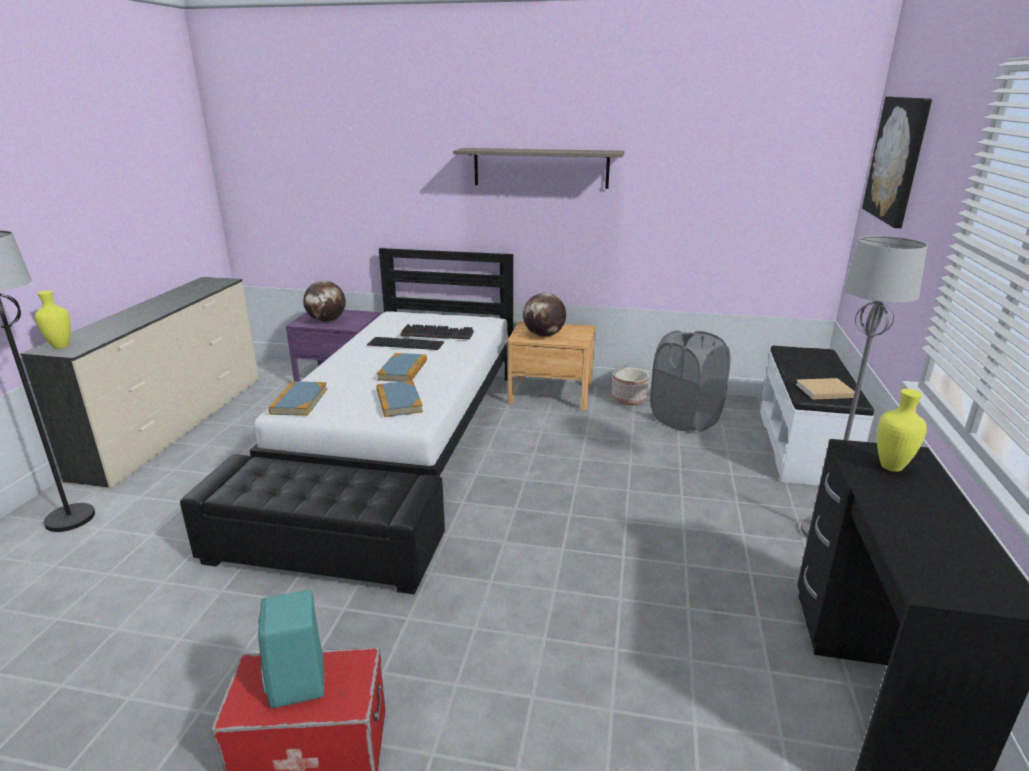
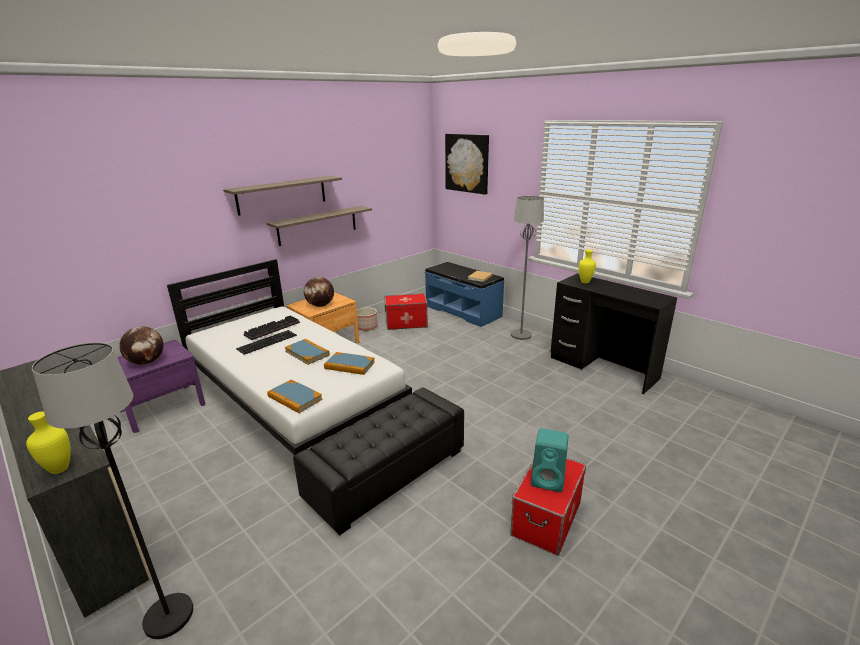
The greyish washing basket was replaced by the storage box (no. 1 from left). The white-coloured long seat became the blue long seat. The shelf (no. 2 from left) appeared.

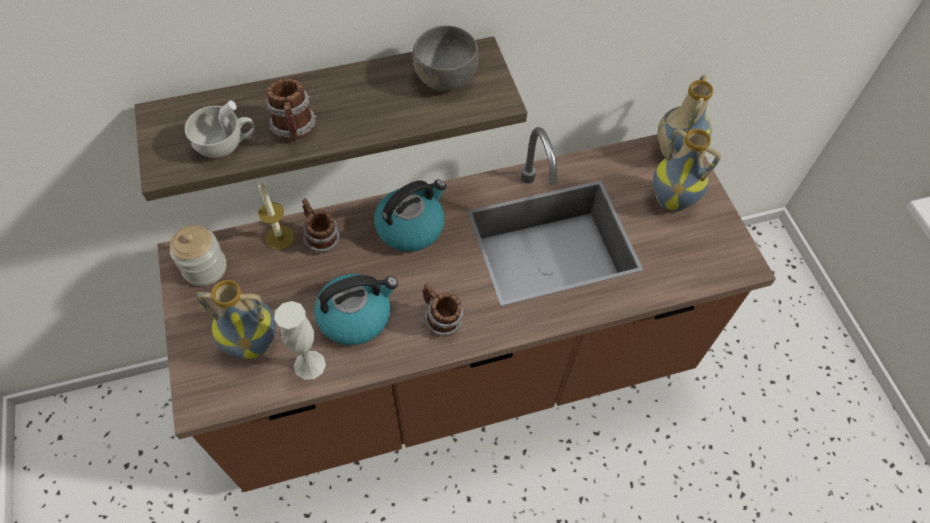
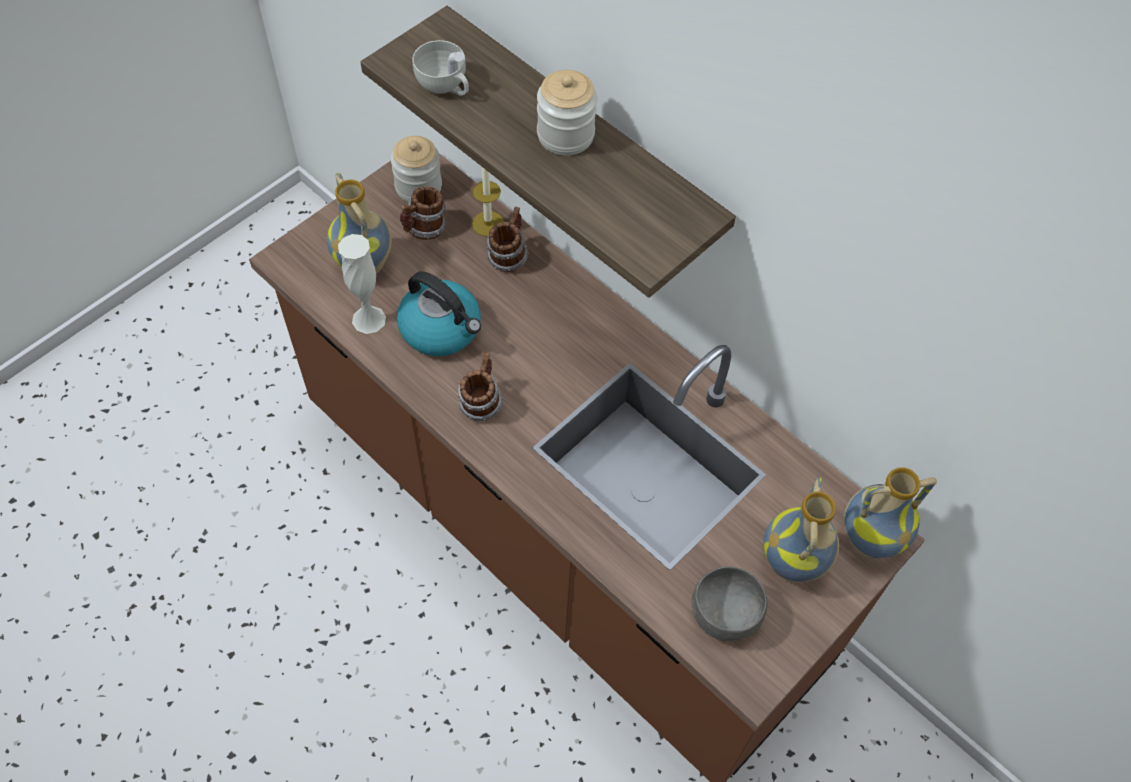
The greyish deep dish moved. The coffee mug (no. 1 from left) moved. The tea kettle (no. 2 from left) disappeared. The storage jar (no. 2 from left) appeared.

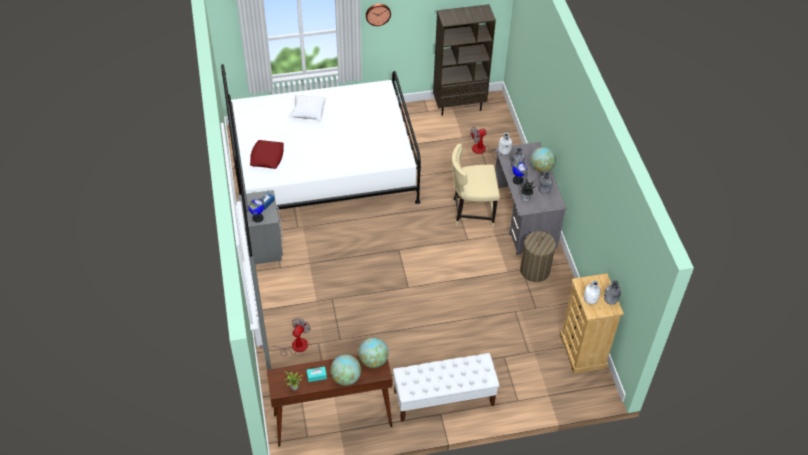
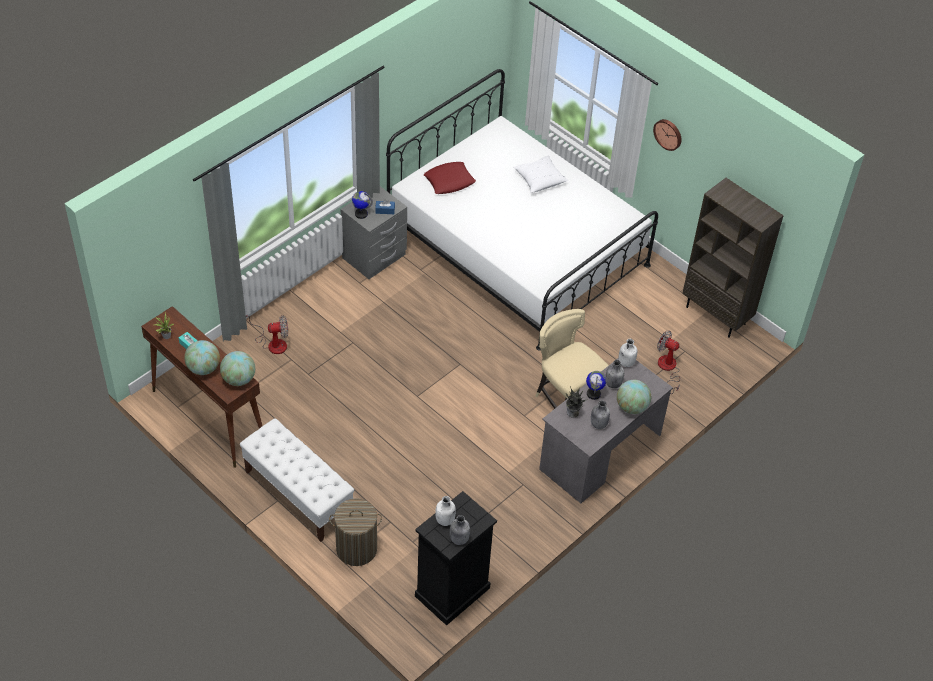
The washing basket moved. The beige-coloured chest of drawers became the black-coloured chest of drawers.

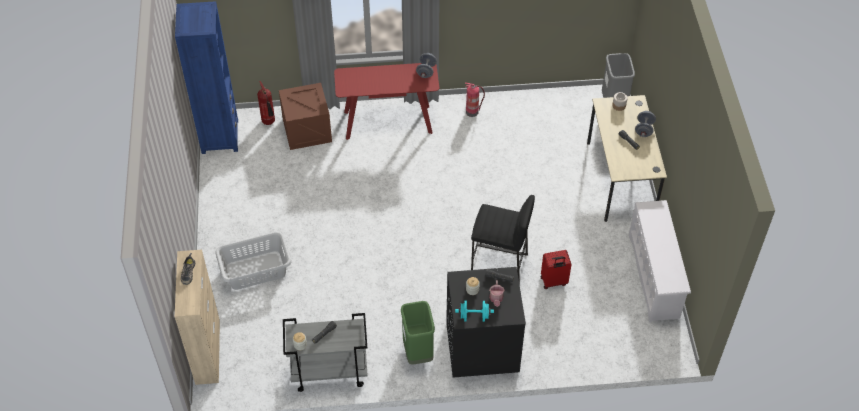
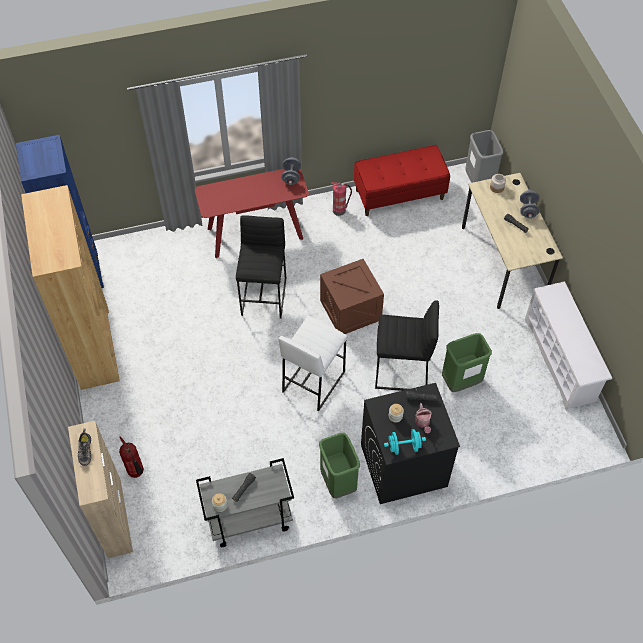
The extinguisher (no. 1 from left) moved. The packing crate moved. The greyish washing basket disappeared. The red piece of luggage was replaced by the greenish waste bin (no. 2 from left). The red long seat appeared. The brownish shelving unit appeared. The black-coloured sitting stool (no. 1 from left) appeared. The white-coloured sitting stool appeared.

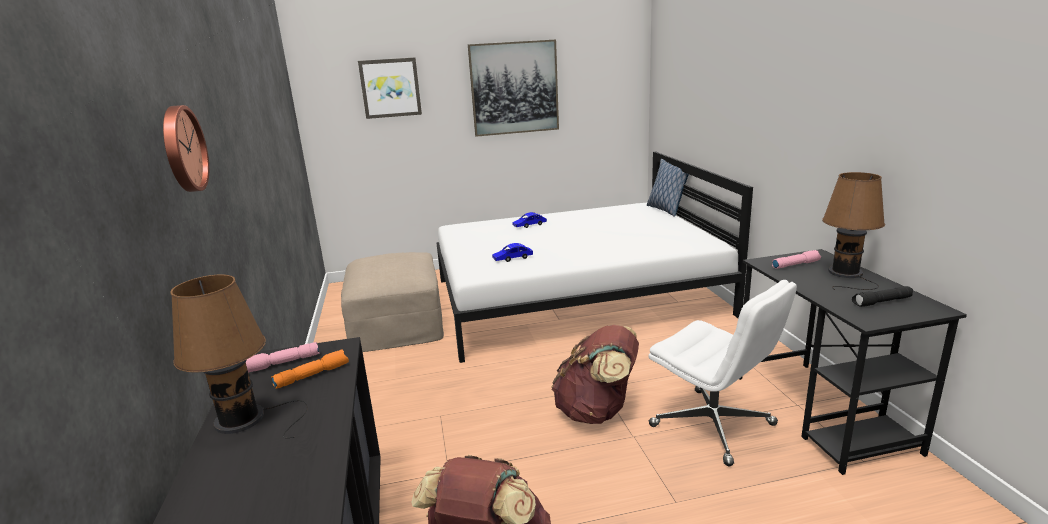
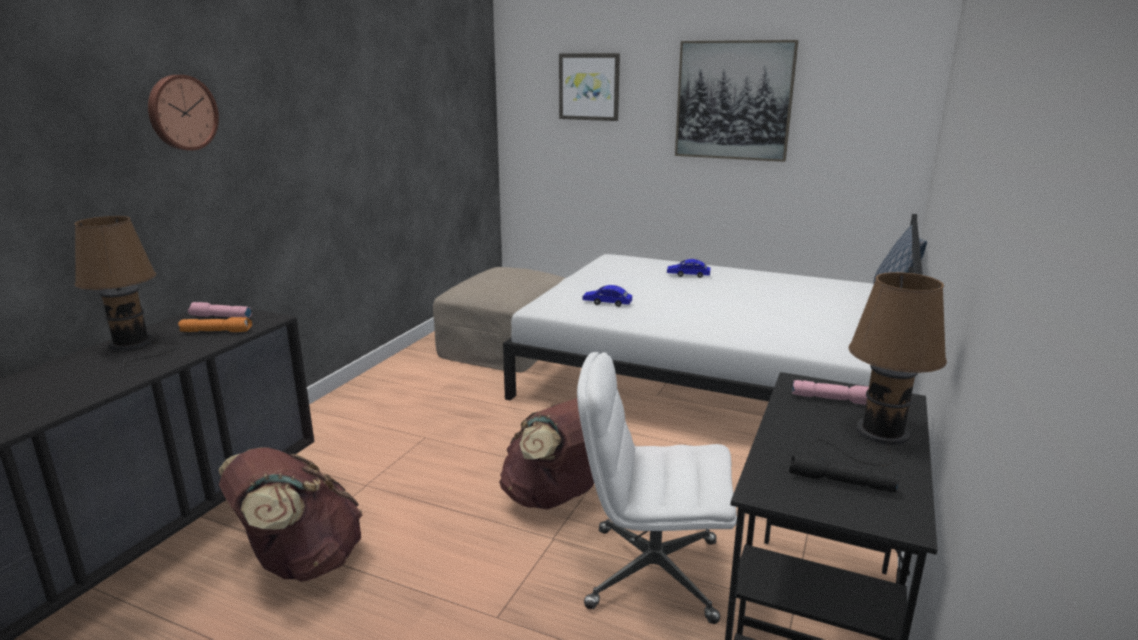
The white-coloured office chair turned 105 degrees clockwise.

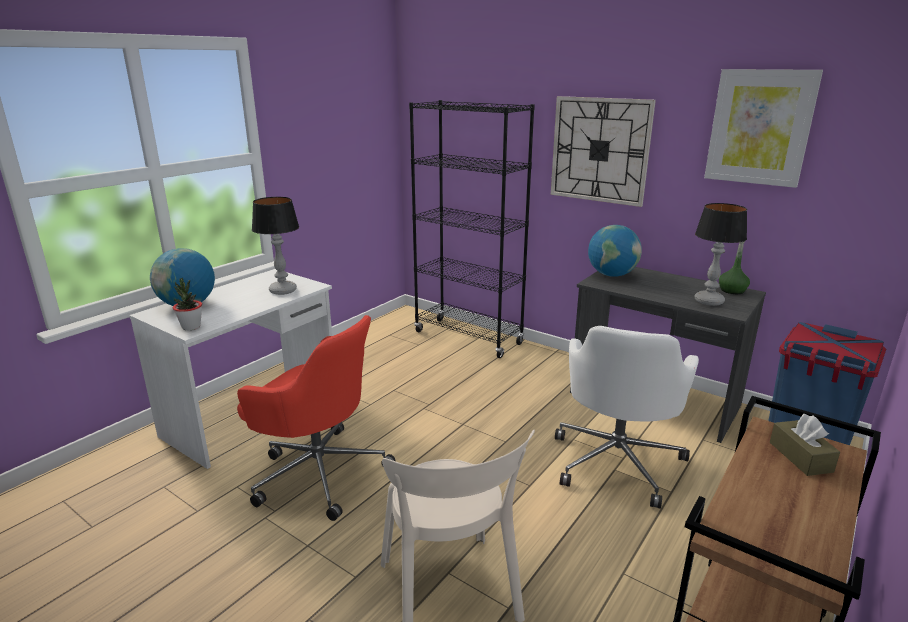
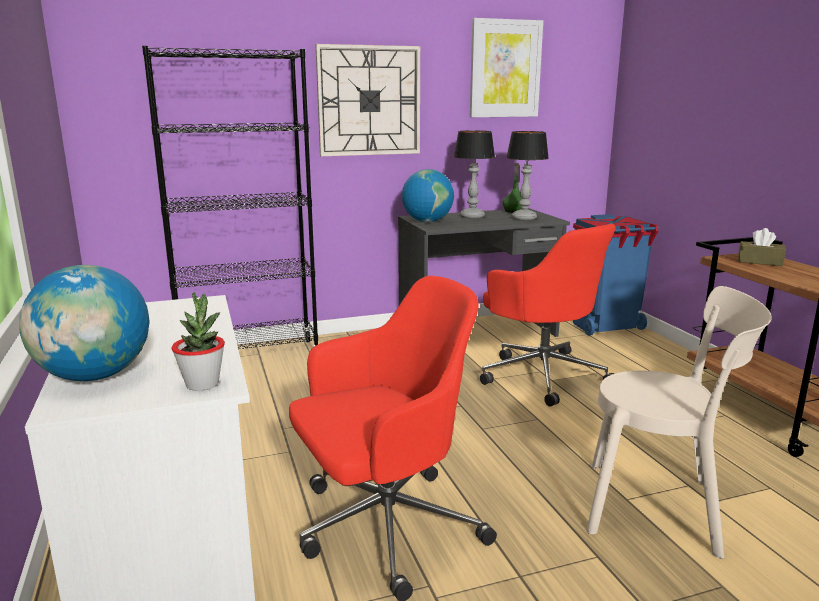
The table lamp (no. 1 from left) moved. The white-coloured office chair became the red office chair (no. 2 from left).

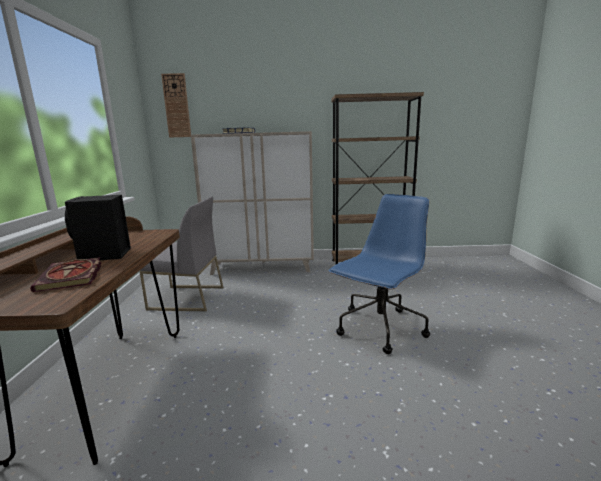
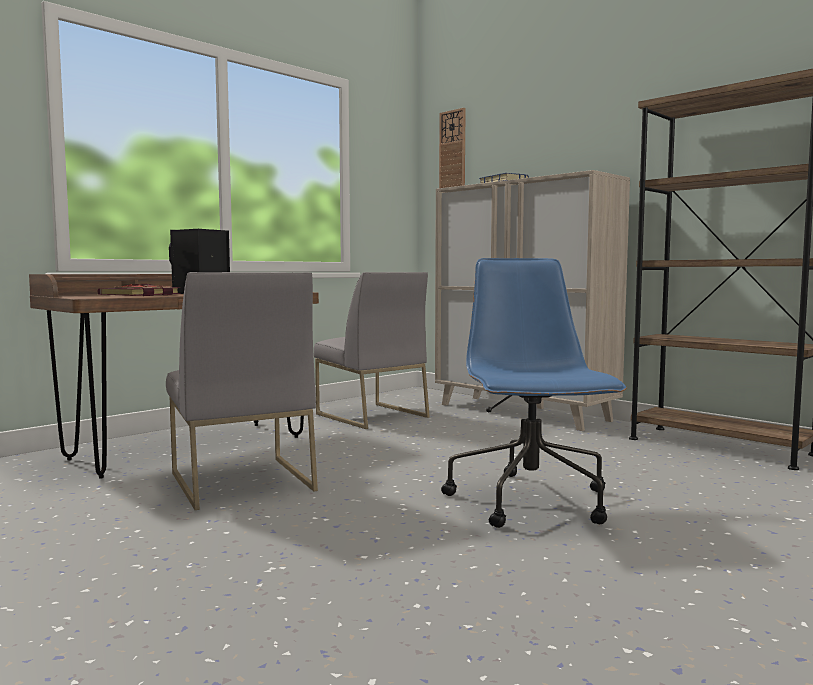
The blue office chair turned 90 degrees counterclockwise. The greyish upright chair (no. 1 from left) appeared.

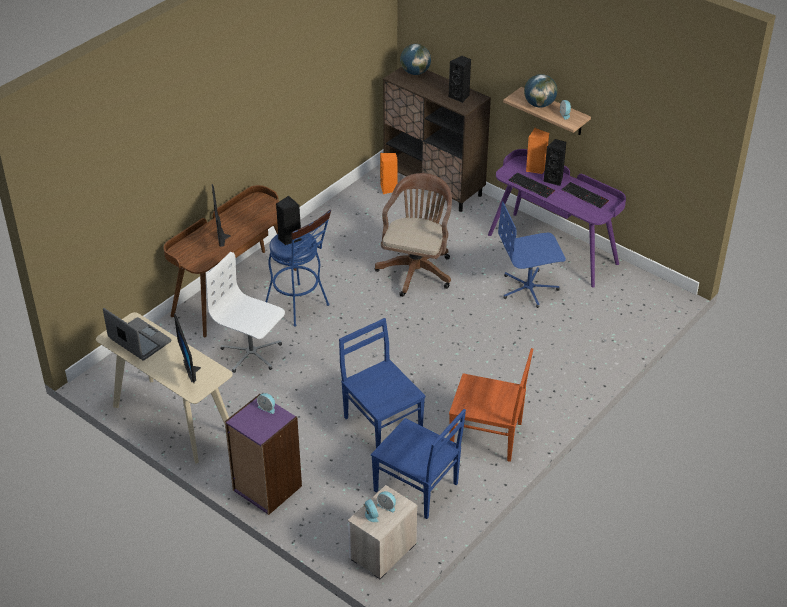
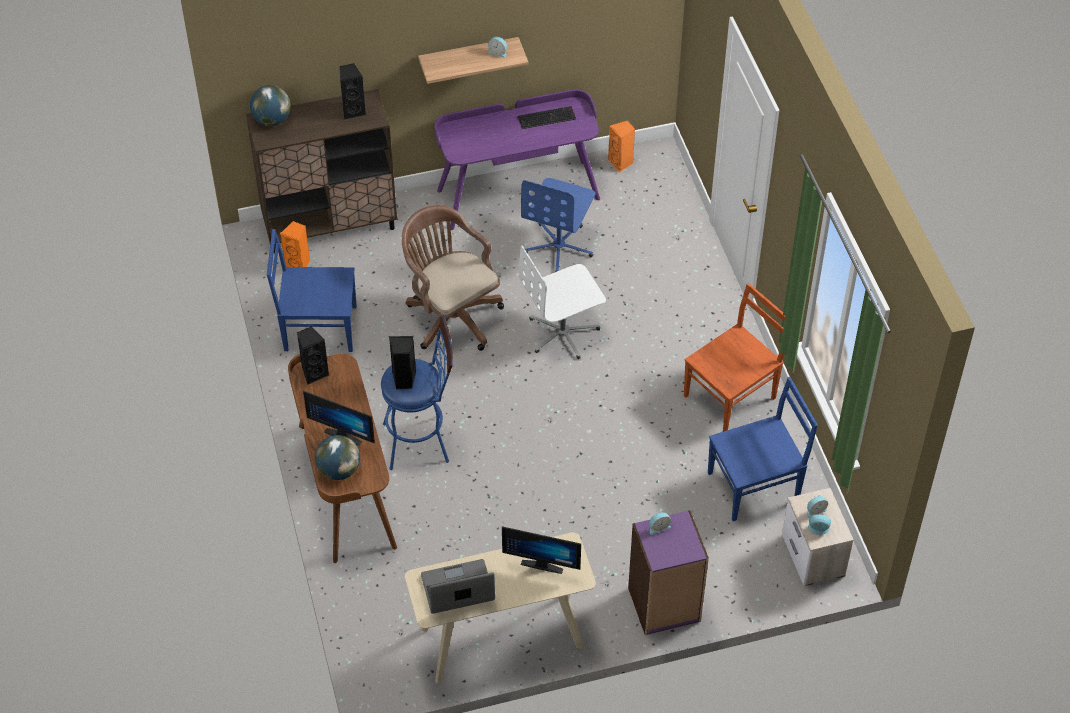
The globe (no. 2 from left) moved. The orangey loudspeaker (no. 2 from left) moved. The black-coloured loudspeaker (no. 3 from left in the first image) moved. The computer keyboard (no. 1 from left) disappeared. The white-coloured office chair moved. The blue upright chair (no. 1 from left) moved.

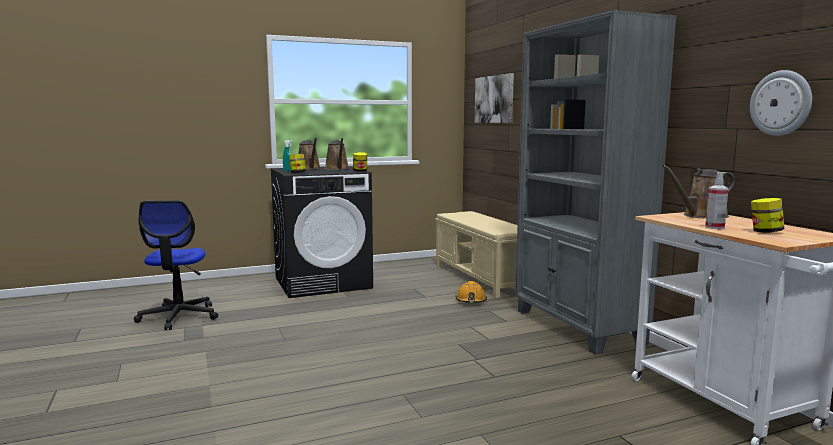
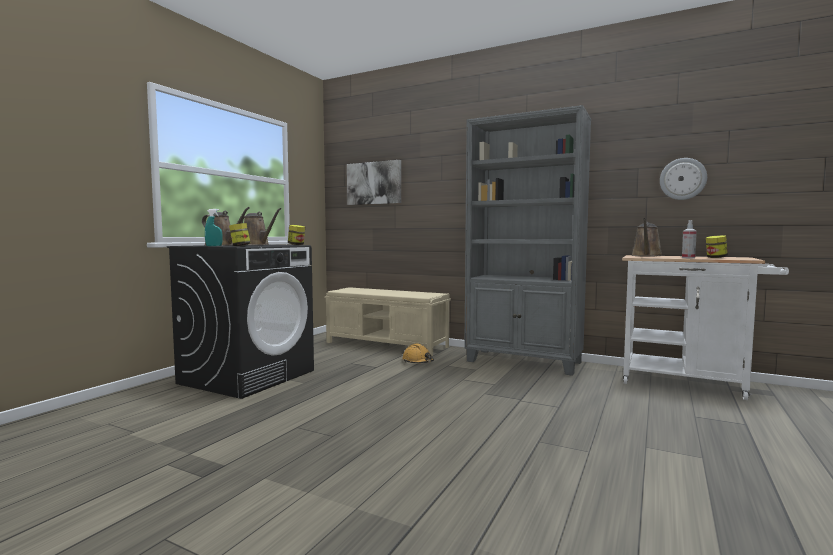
The office chair disappeared.

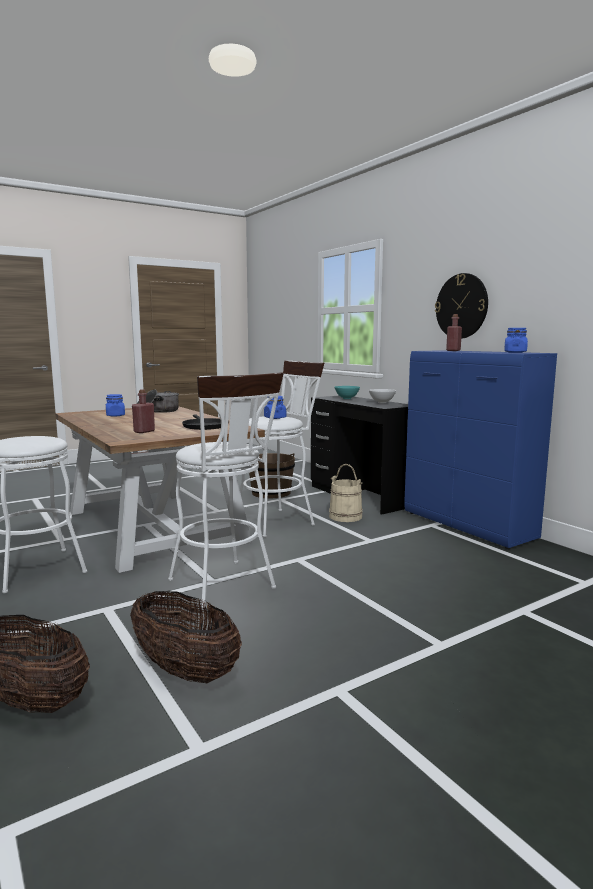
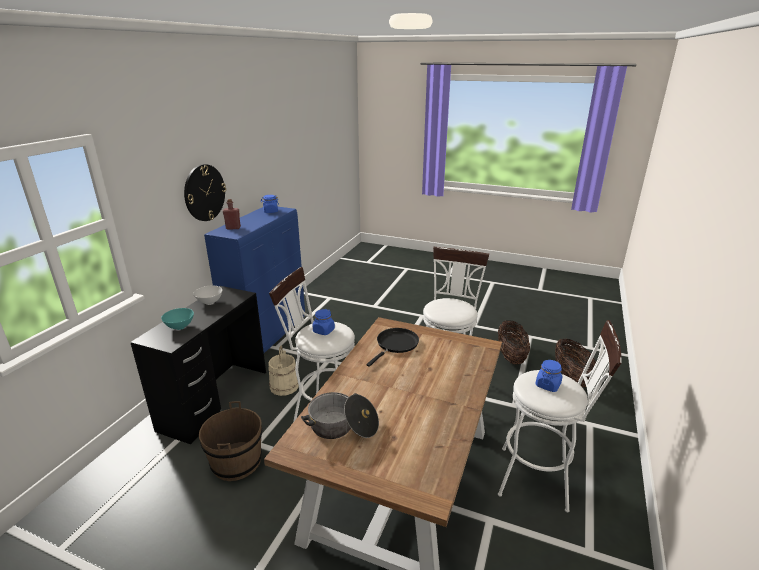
The red drink bottle (no. 1 from left) disappeared. The blue storage jar (no. 1 from left in the first image) moved.

